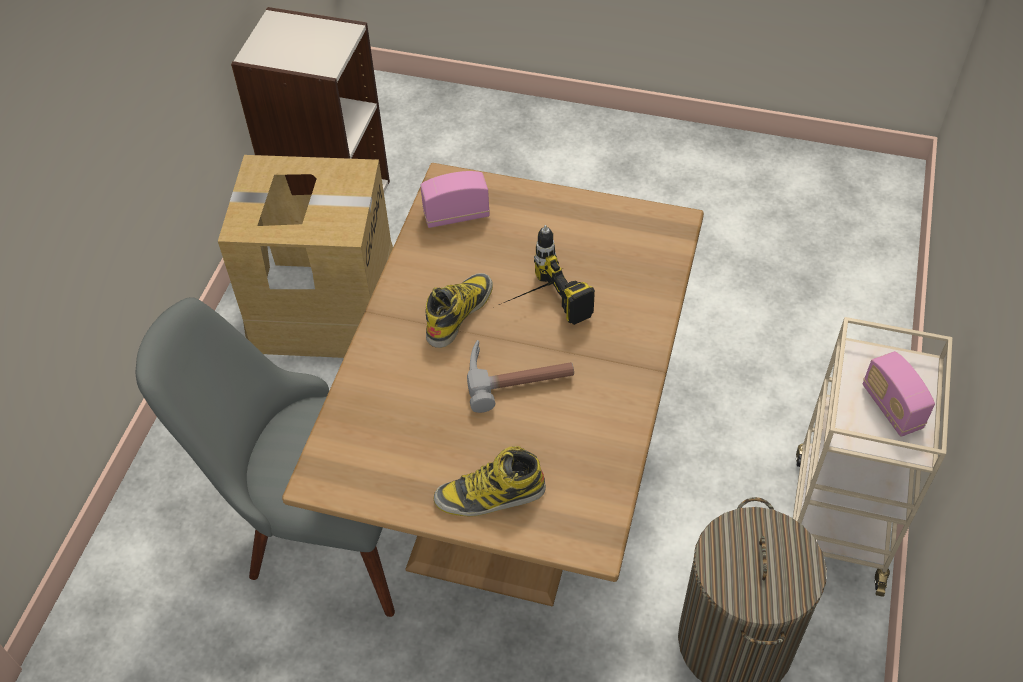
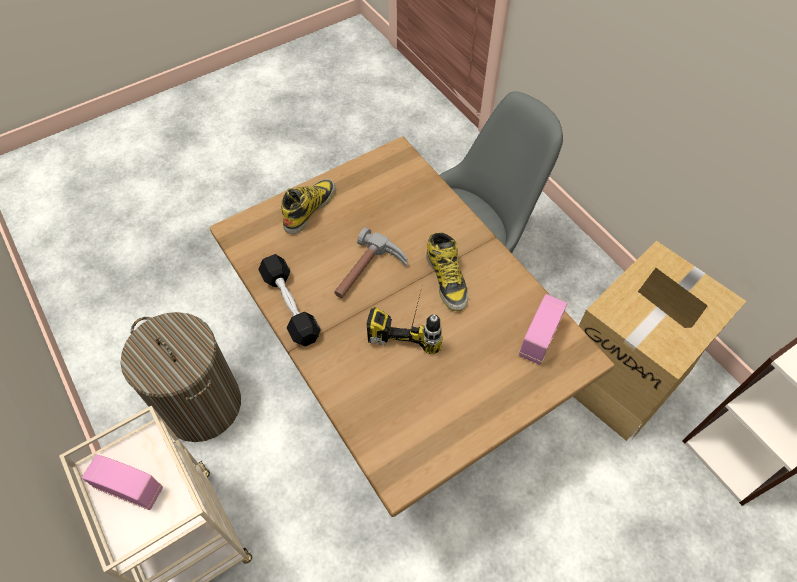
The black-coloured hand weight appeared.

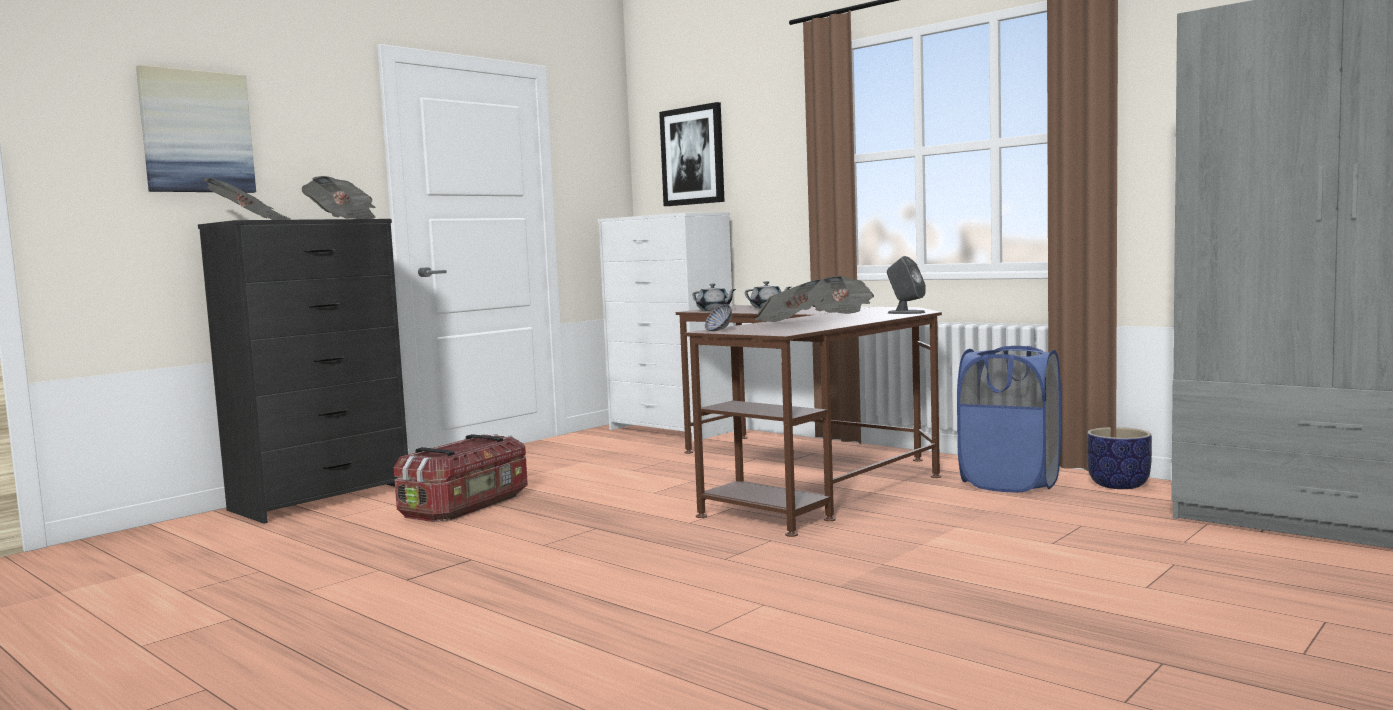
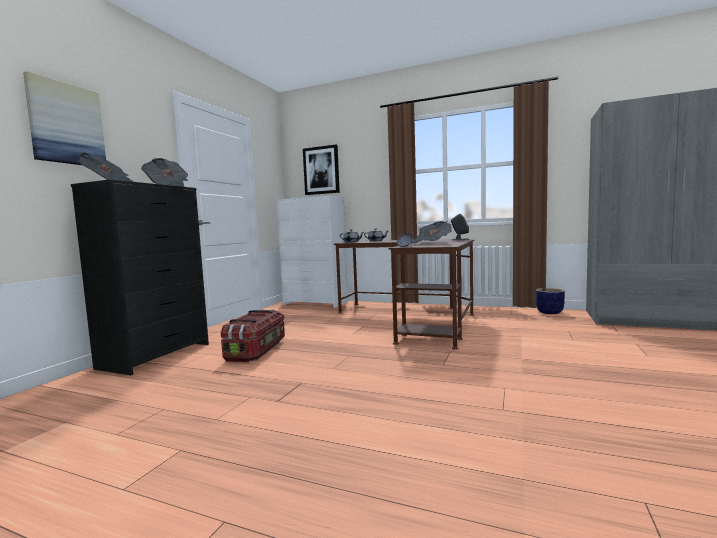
The blue washing basket disappeared.

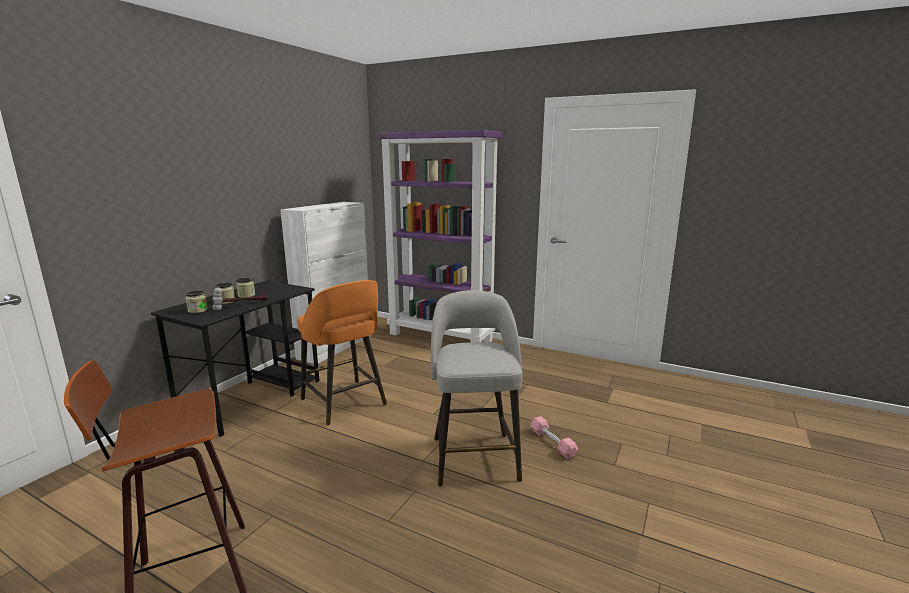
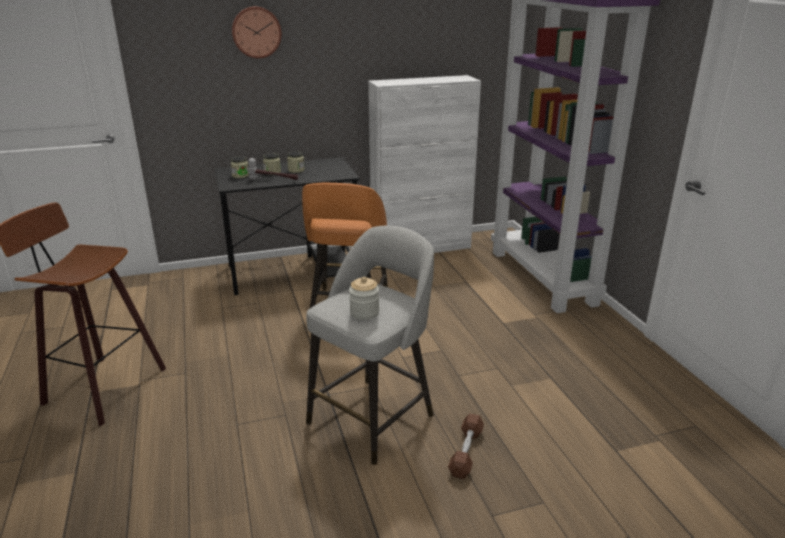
The pink hand weight became the brownish hand weight. The hanging clock appeared. The storage jar (no. 4 from left) appeared.

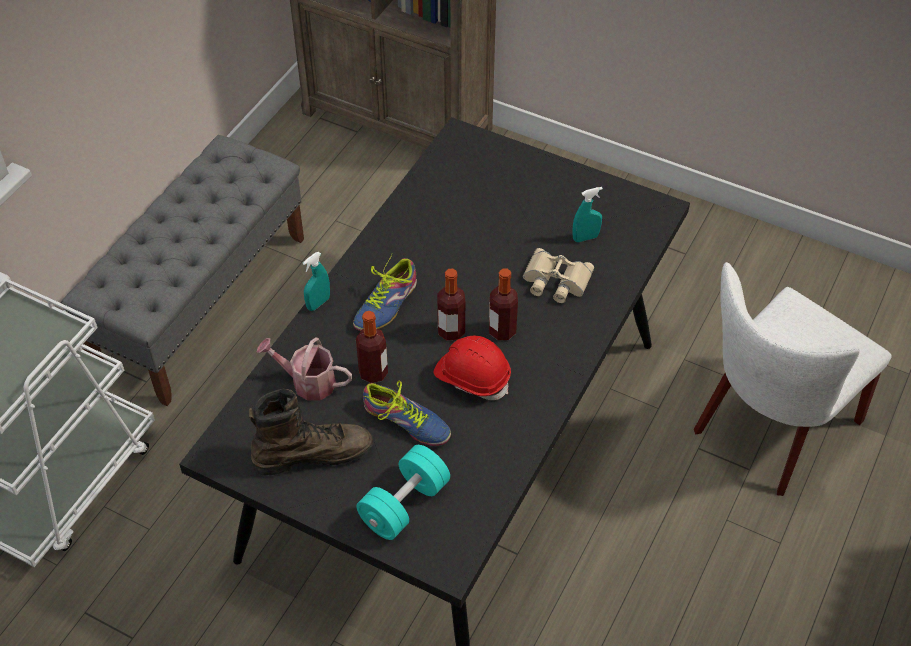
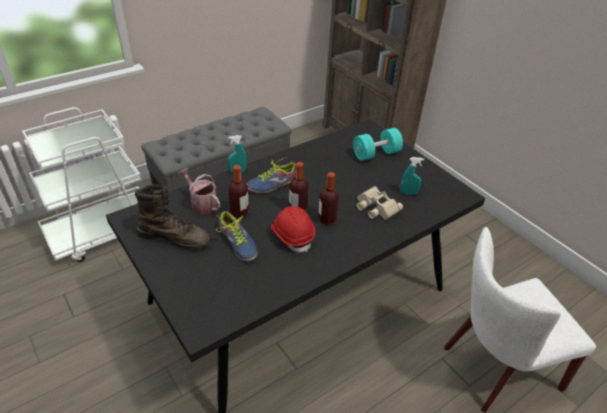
The blue-green hand weight moved.

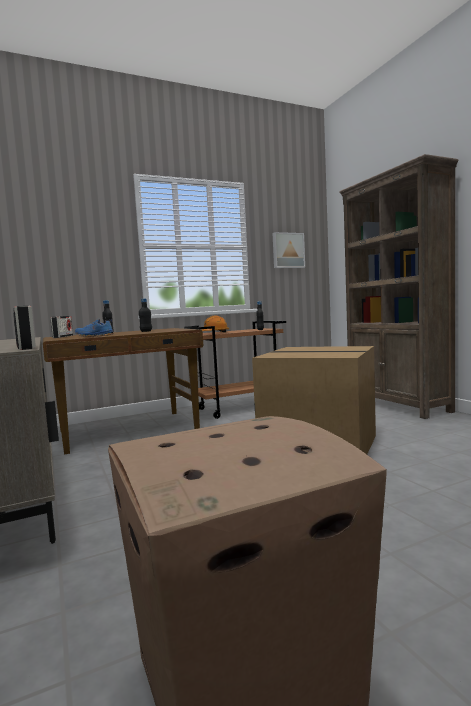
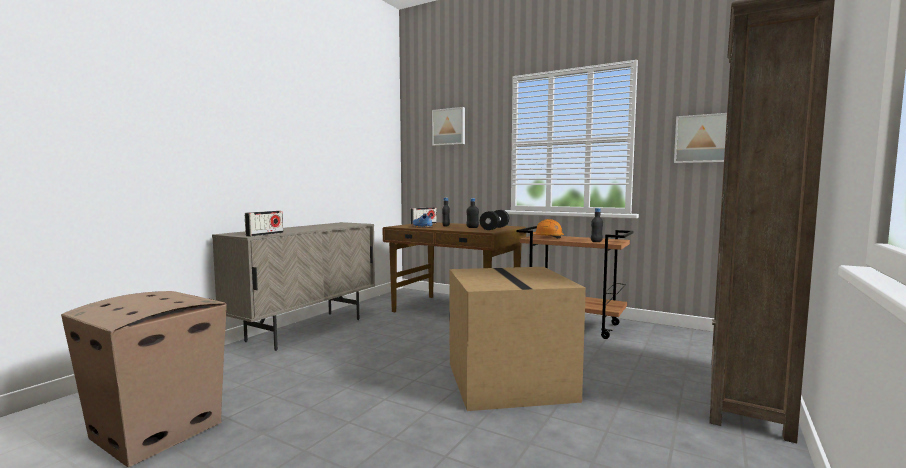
The wall picture (no. 1 from left) appeared. The black-coloured hand weight appeared.

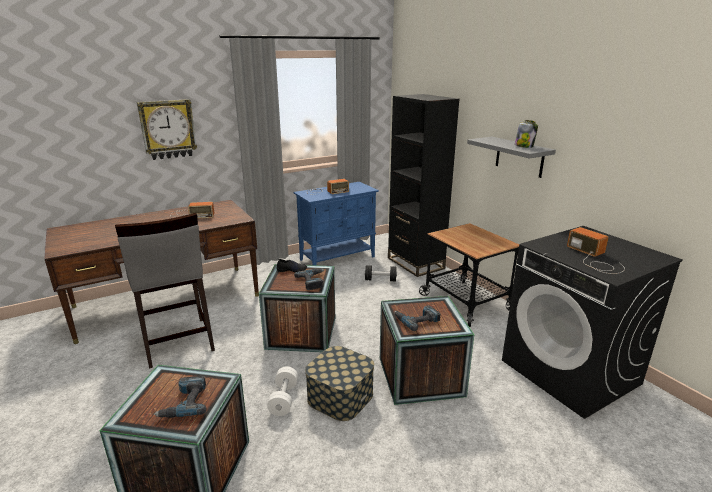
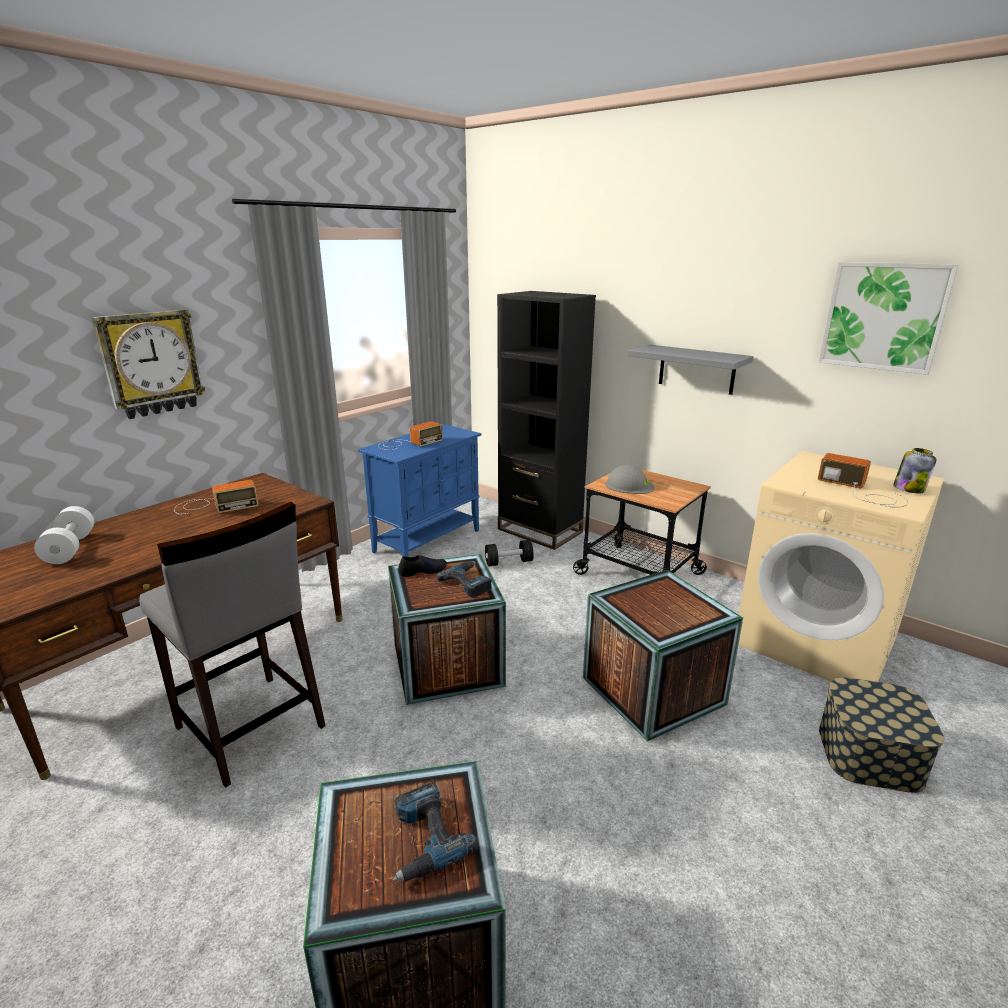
The storage jar moved. The black-coloured laundry machine became the beige-coloured laundry machine. The power drill (no. 3 from left) disappeared. The storage box moved. The white-coloured hand weight moved. The wall picture appeared. The greyish safety helmet appeared.

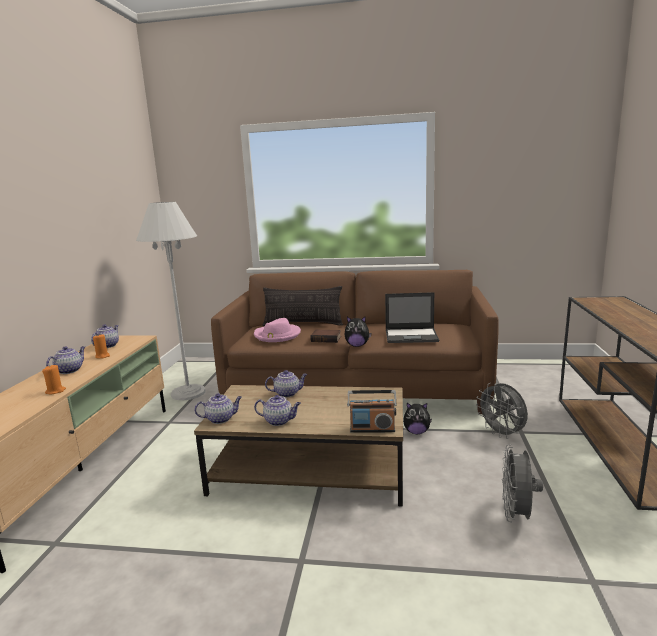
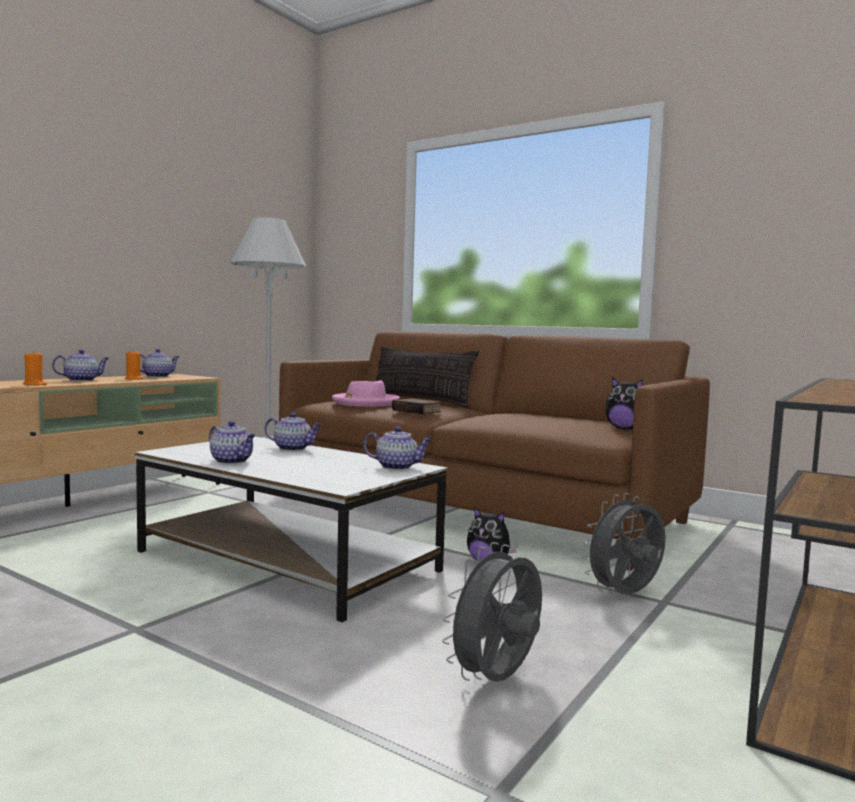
The portable computer disappeared. The soft toy (no. 1 from left in the first image) moved. The greyish cooling fan (no. 1 from left in the first image) turned 60 degrees clockwise. The brownish lounge table became the white-coloured lounge table. The radio disappeared. The teapot (no. 3 from left in the first image) moved.

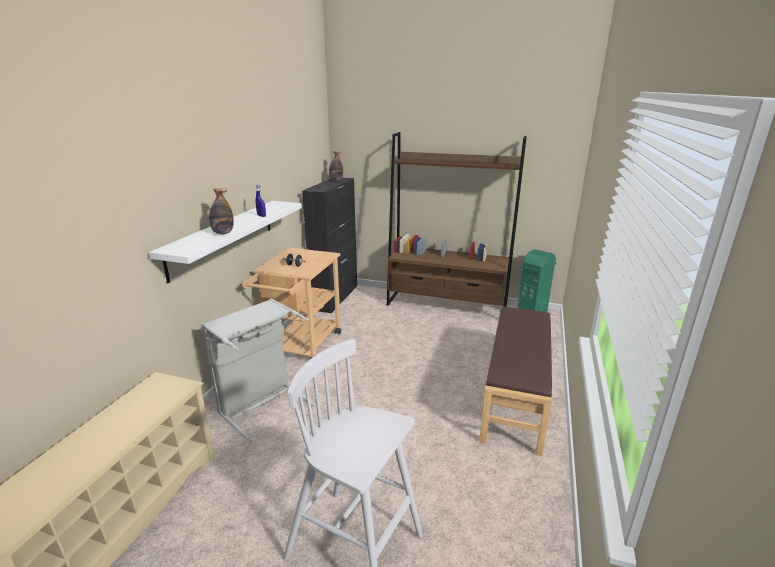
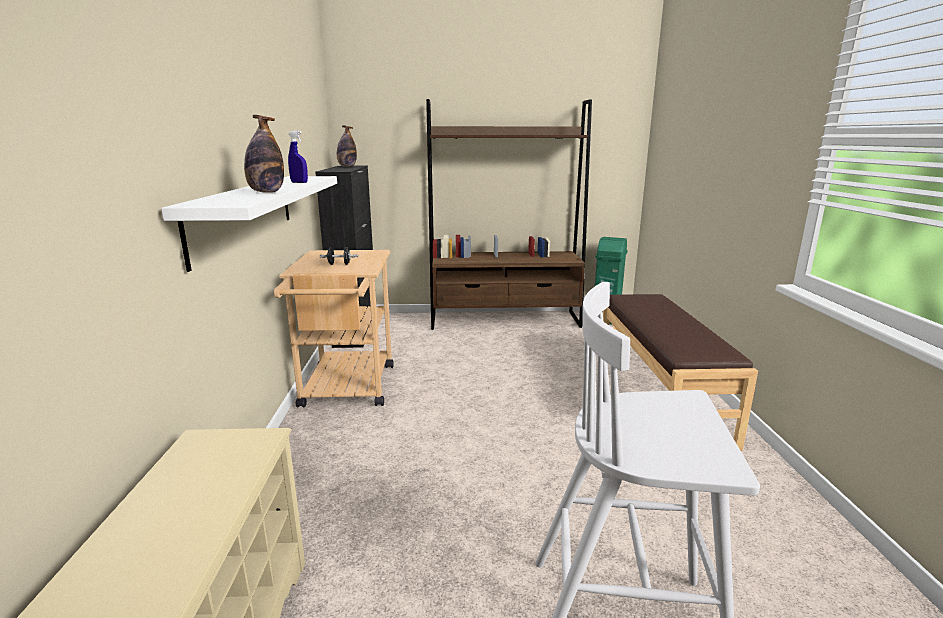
The greyish washing basket disappeared.

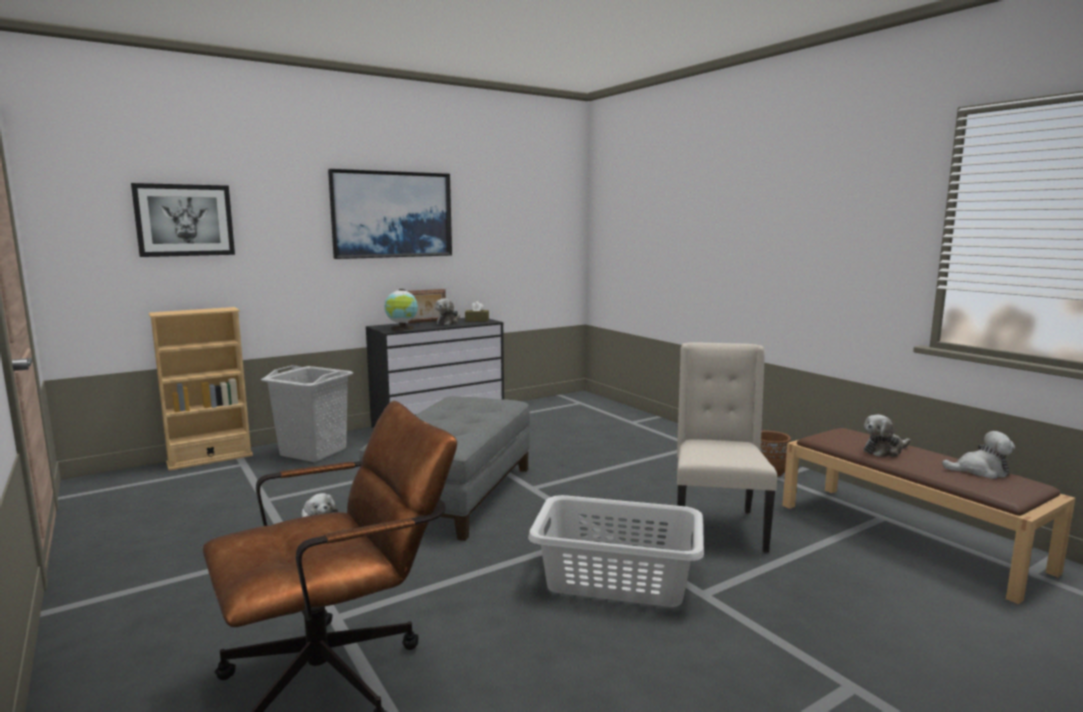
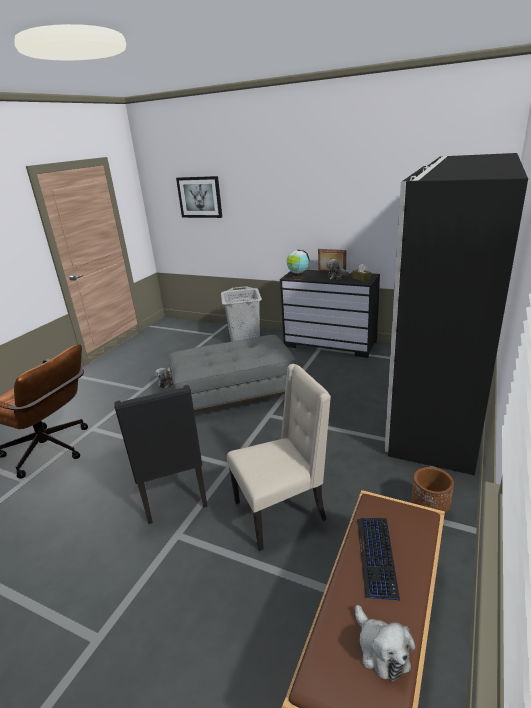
The wall picture (no. 2 from left) disappeared. The beige-coloured shelving unit disappeared. The soft toy (no. 3 from left) was replaced by the computer keyboard. The greyish washing basket (no. 2 from left) was replaced by the black-coloured upright chair. The black-coloured clothes cupboard appeared.

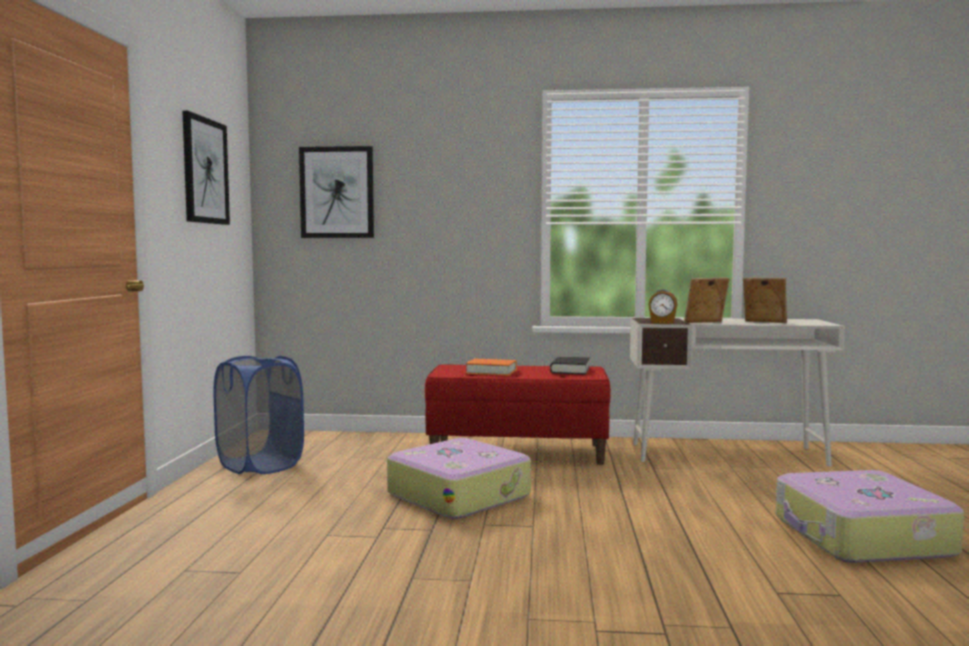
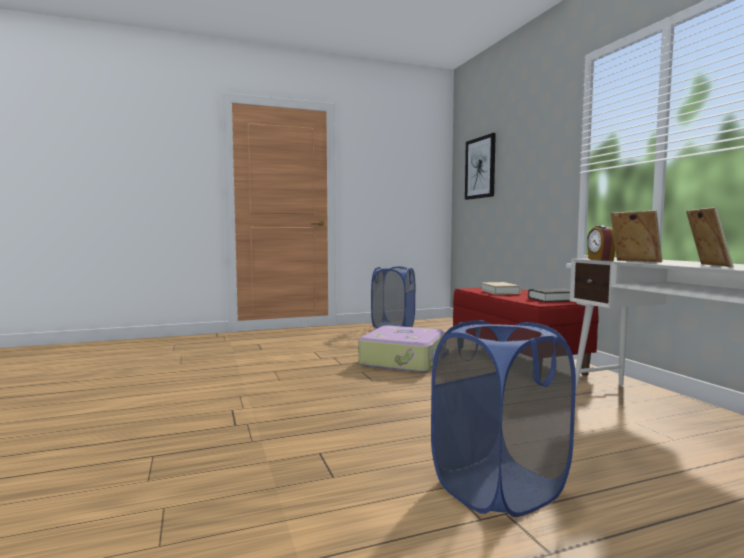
The wall picture (no. 1 from left) disappeared. The orangey volume became the beige-coloured volume. The piece of luggage (no. 2 from left) was replaced by the blue washing basket (no. 2 from left).

